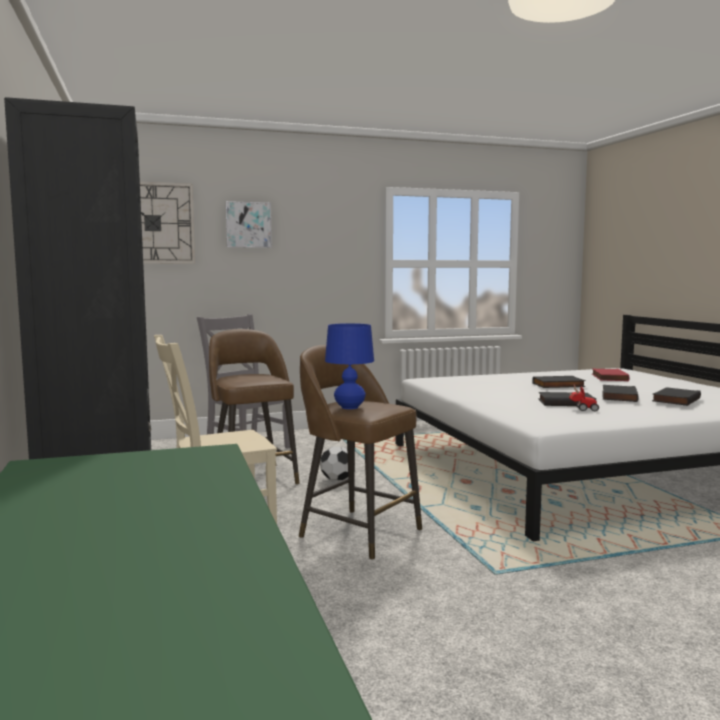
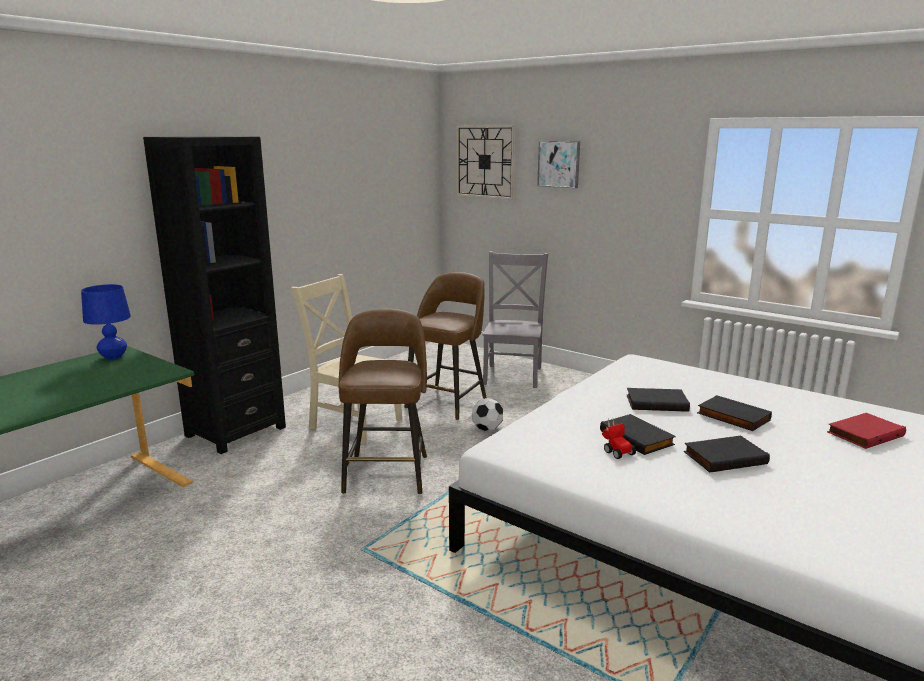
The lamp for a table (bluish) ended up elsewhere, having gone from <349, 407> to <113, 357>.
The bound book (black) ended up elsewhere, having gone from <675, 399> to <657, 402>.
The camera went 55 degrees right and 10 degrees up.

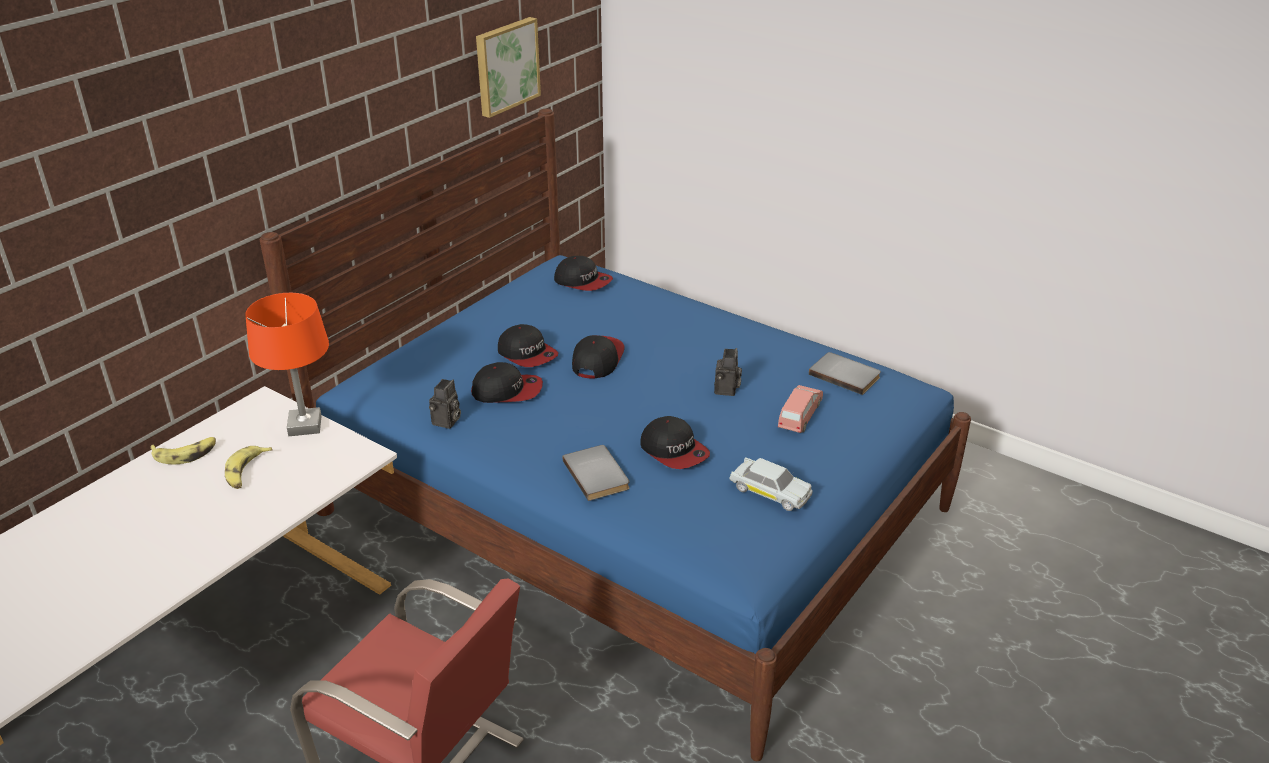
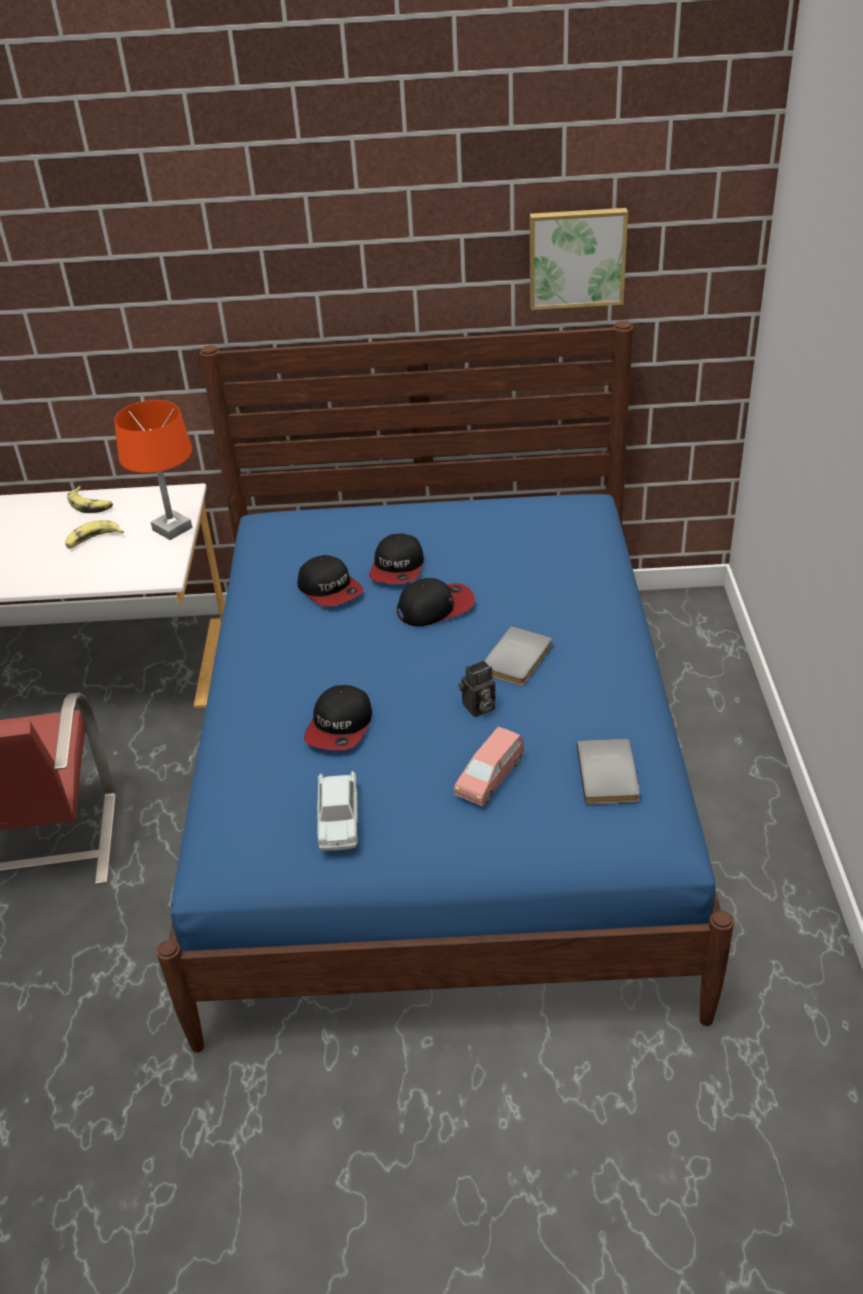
The second view lost the still camera at <446, 422>.
The second view lost the baseball cap at <583, 281>.
The bound book (gray) ended up elsewhere, having gone from <598, 474> to <519, 659>.
The model car (pink-coloured) at <799, 416> ended up facing another way, 135 degrees clockwise from before.
The camera went 55 degrees right and 5 degrees up.

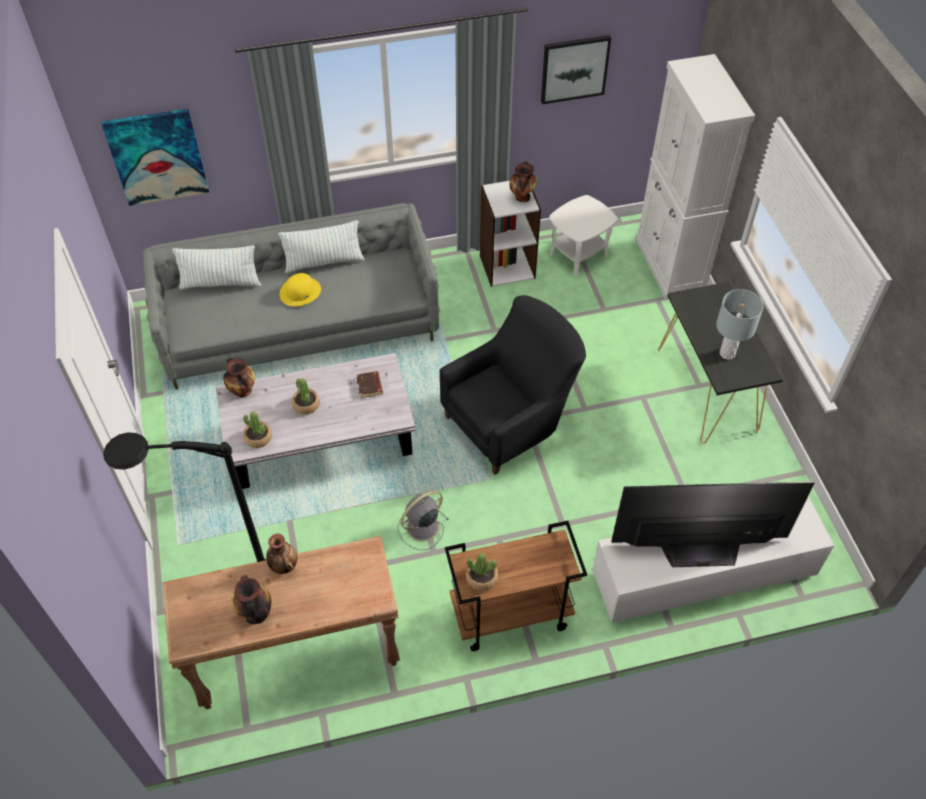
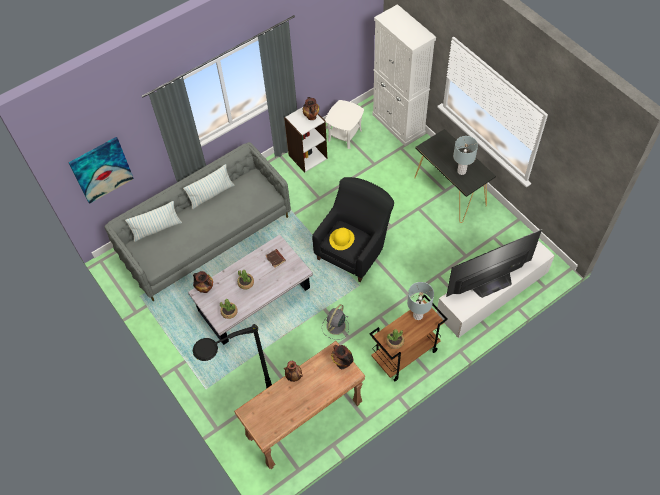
The decorative vase ended up elsewhere, having gone from <255, 613> to <342, 363>.
The wearable hat (yellowish) ended up elsewhere, having gone from <300, 291> to <341, 239>.
The second view lost the wall art at <574, 68>.
The second view gained the lamp for a table (gray) at <418, 315>.
The camera went 20 degrees left and 5 degrees up.

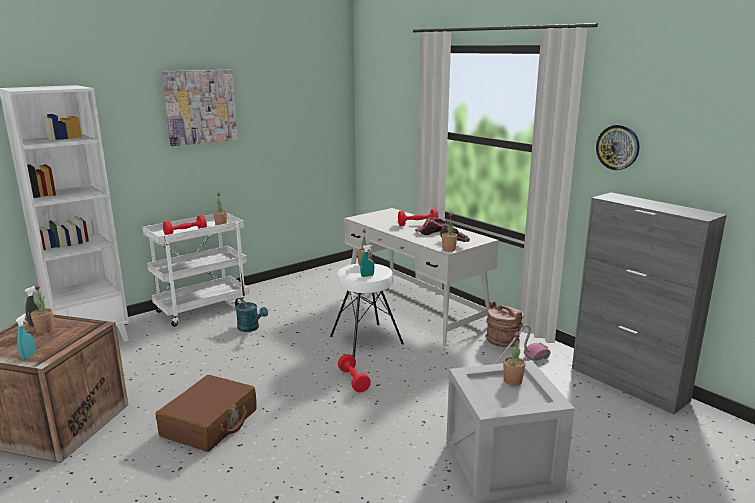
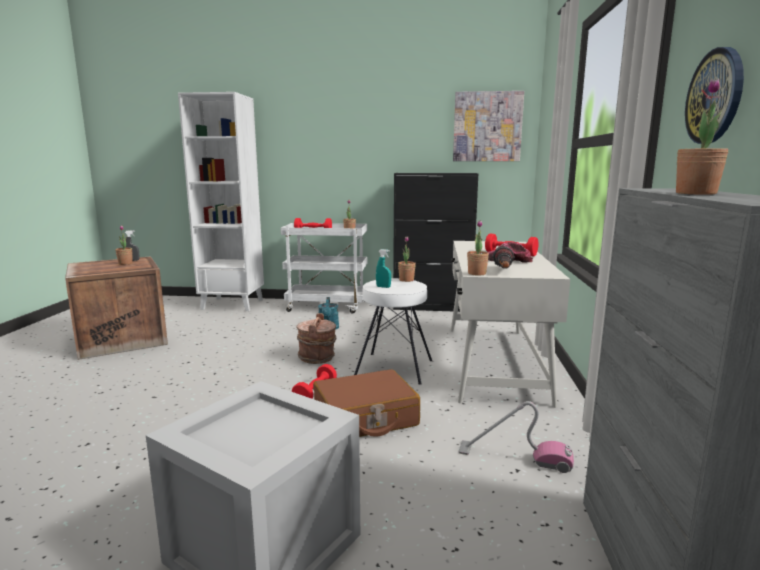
The second view lost the sprayer (turquoise-coloured) at <28, 356>.
The suitcase (brown-coloured) ended up elsewhere, having gone from <210, 423> to <365, 418>.
The wall art ended up elsewhere, having gone from <200, 106> to <487, 127>.
The water bucket (brown-coloured) ended up elsewhere, having gone from <503, 341> to <317, 358>.
The potted plant ended up elsewhere, having gone from <512, 381> to <696, 193>.
The second view gained the cabinet (black) at <432, 307>.
The camera went 45 degrees right and 5 degrees down.

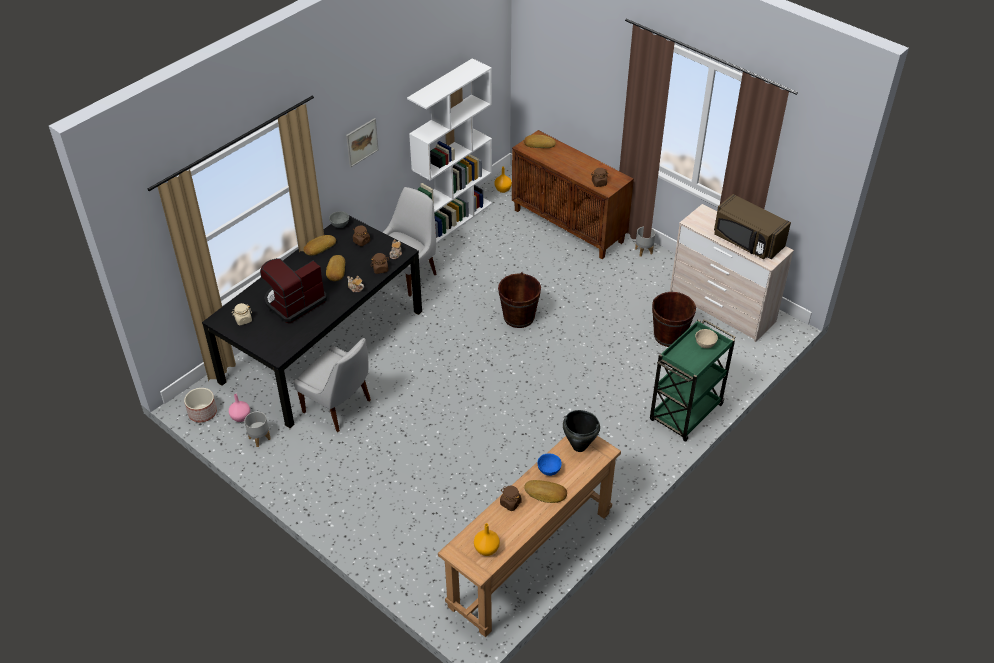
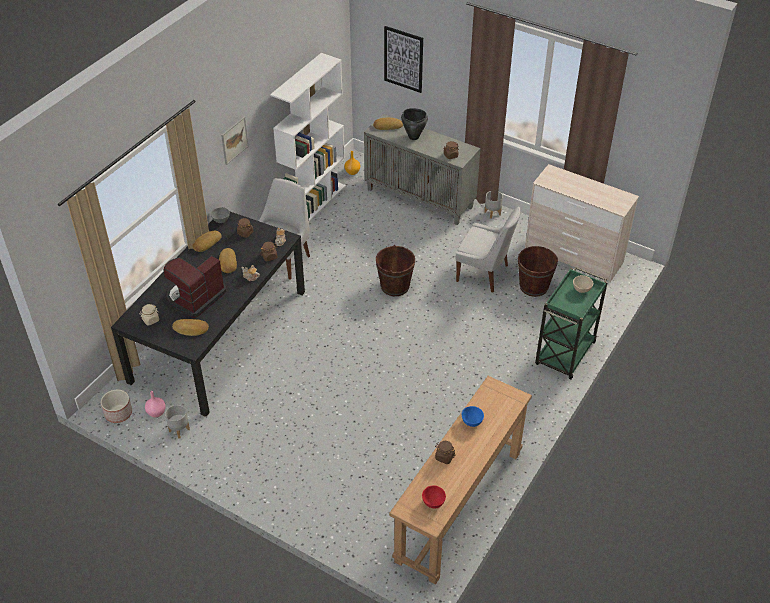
The upright chair (white) ended up elsewhere, having gone from <339, 407> to <484, 274>.
Where the decorative vase (orange) stood at <486, 549>, the deep dish (red-coloured) came to stand at <433, 502>.
What was the cabinet (brown-coloured) at <569, 226> turned into the cabinet (gray) at <420, 198>.
The bakery bread ended up elsewhere, having gone from <545, 494> to <191, 329>.
The cooking pot (black) ended up elsewhere, having gone from <579, 446> to <413, 137>.
The second view lost the kitchen microwave (brown-coloured) at <747, 241>.
The second view gained the wall art at <403, 59>.
The camera went 10 degrees left and 0 degrees up.

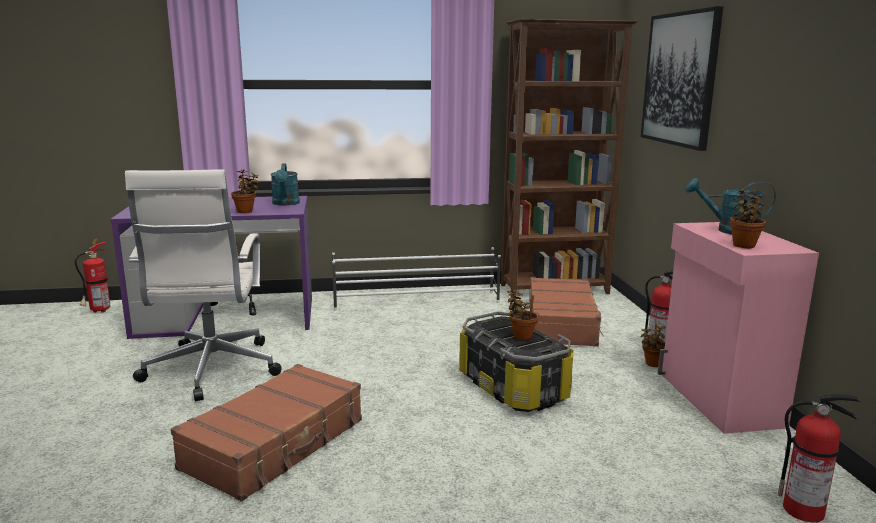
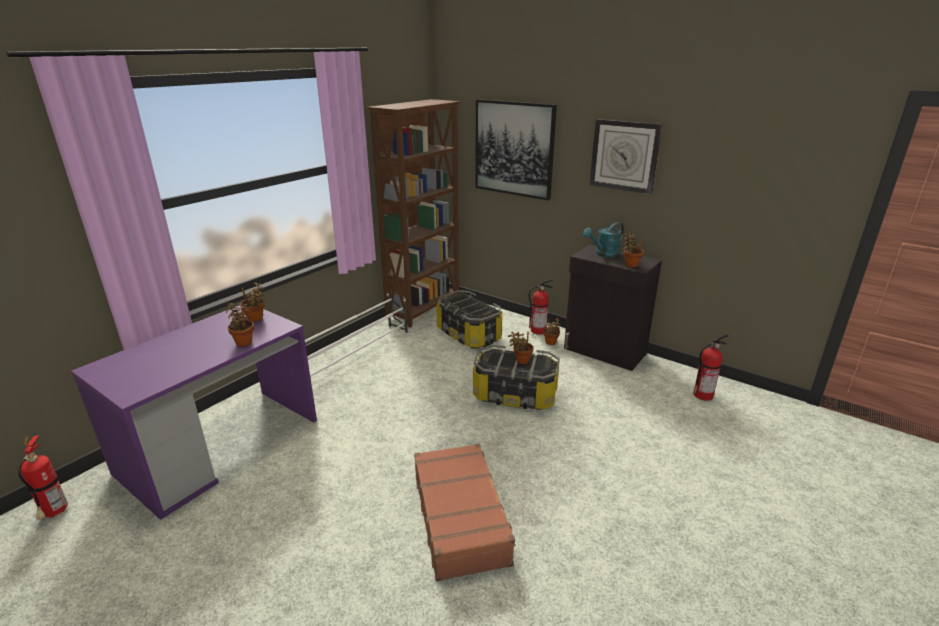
The second view lost the computer chair (white) at <211, 371>.
Where the watering pot (turquoise-coloured) stood at <286, 204>, the potted plant came to stand at <256, 319>.
Where the suitcase (brown-coloured) stood at <562, 323>, the storage box came to stand at <468, 335>.
What was the cabinet (pink-coloured) at <718, 400> turned into the cabinet (black) at <604, 352>.
The second view gained the wall clock at <624, 156>.
The camera went 45 degrees left and 10 degrees up.

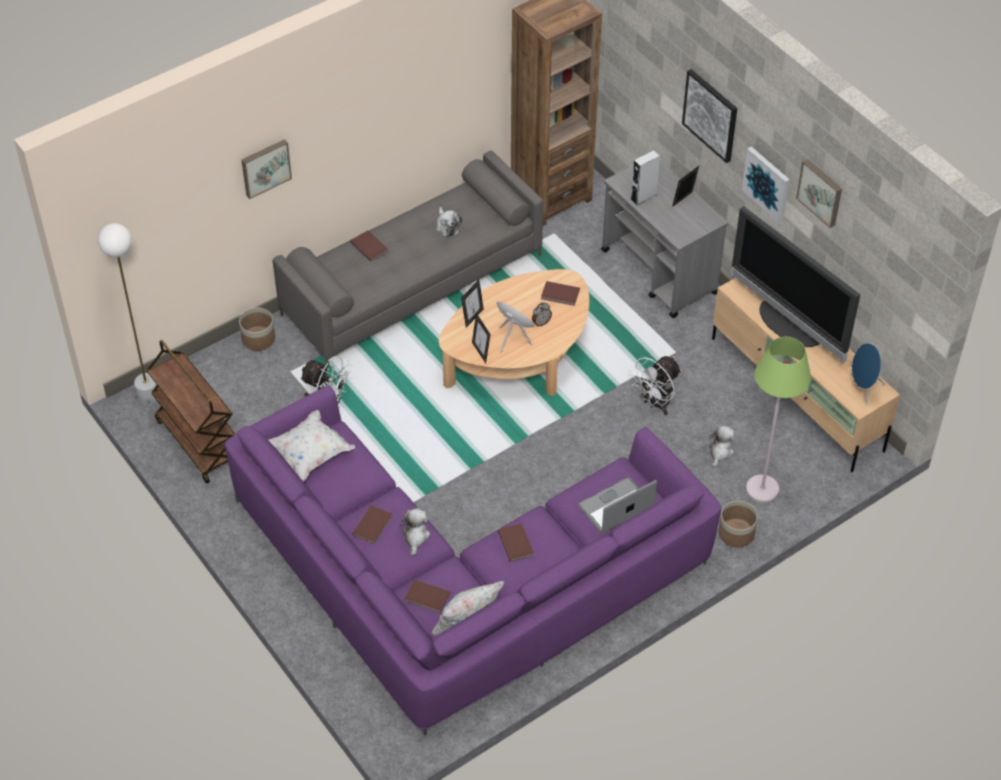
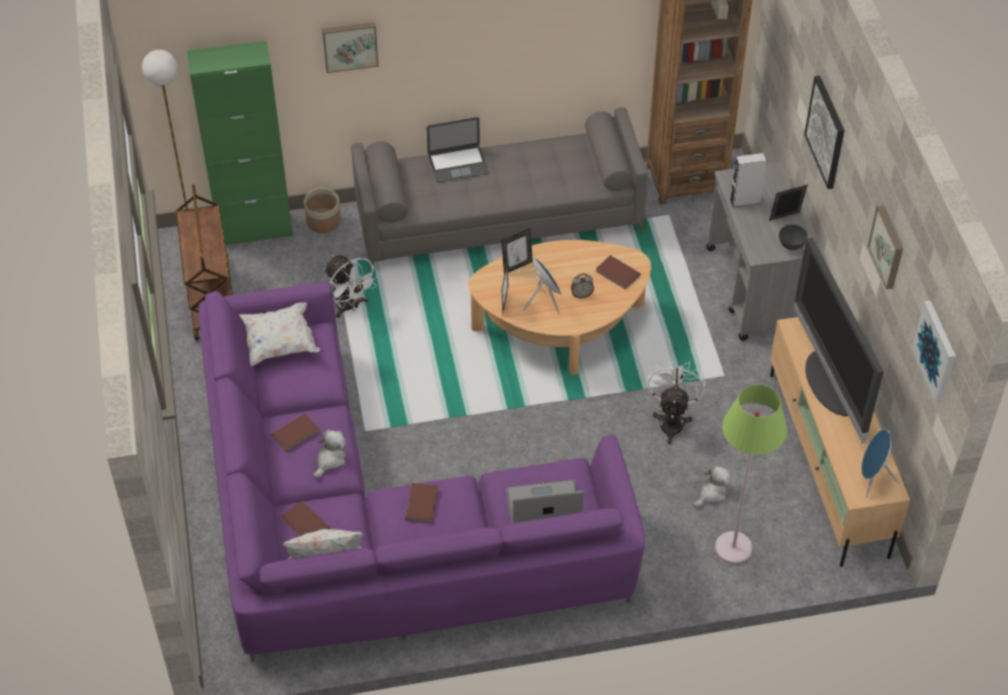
Where the bound book (brown-coloured) stood at <369, 246>, the portable computer came to stand at <458, 164>.
The second view lost the cuddly toy at <447, 226>.
The electric fan (white) at <655, 403> ended up facing another way, 120 degrees clockwise from before.
The second view lost the plant pot at <736, 533>.
The wall art ended up elsewhere, having gone from <767, 183> to <936, 351>.
The second view gained the cabinet (greenish) at <255, 229>.
The second view gained the deep dish (gray) at <791, 245>.
The camera went 25 degrees right and 0 degrees up.

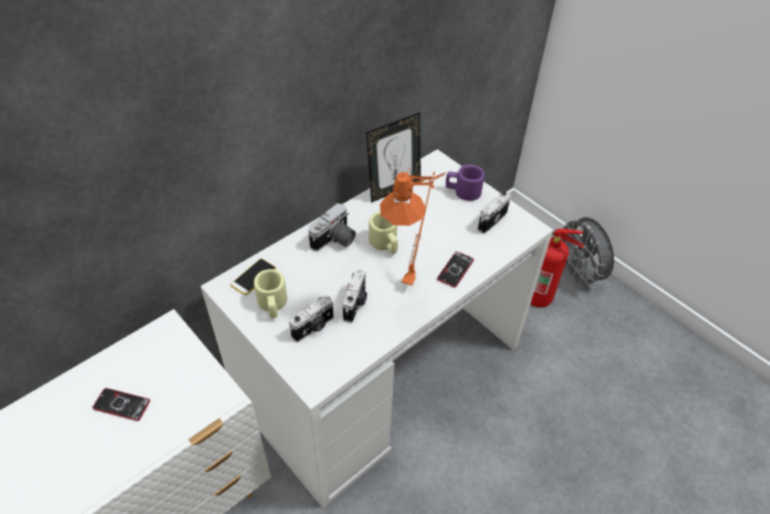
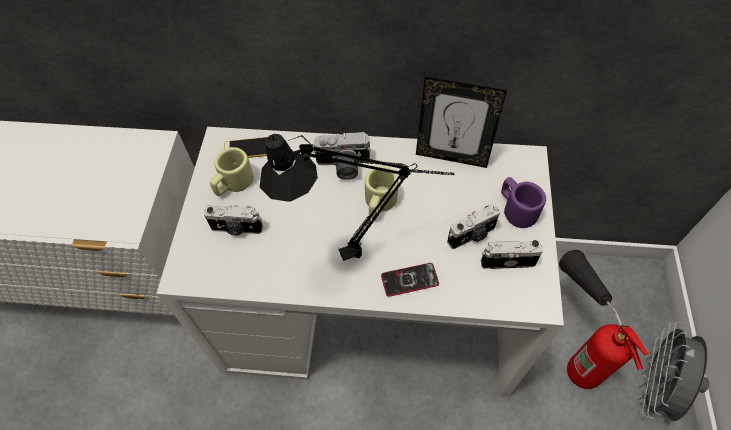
The second view lost the handset at <121, 405>.
The still camera ended up elsewhere, having gone from <356, 304> to <472, 236>.
What was the lamp for a table (orange) at <414, 274> turned into the lamp for a table (black) at <368, 252>.
The camera went 50 degrees right and 10 degrees up.

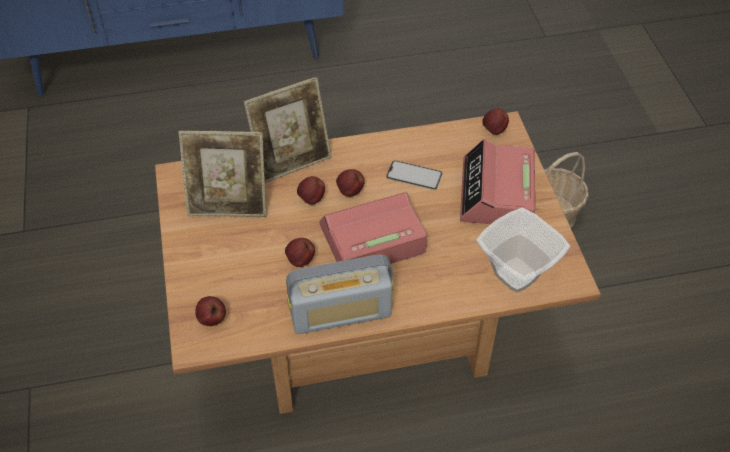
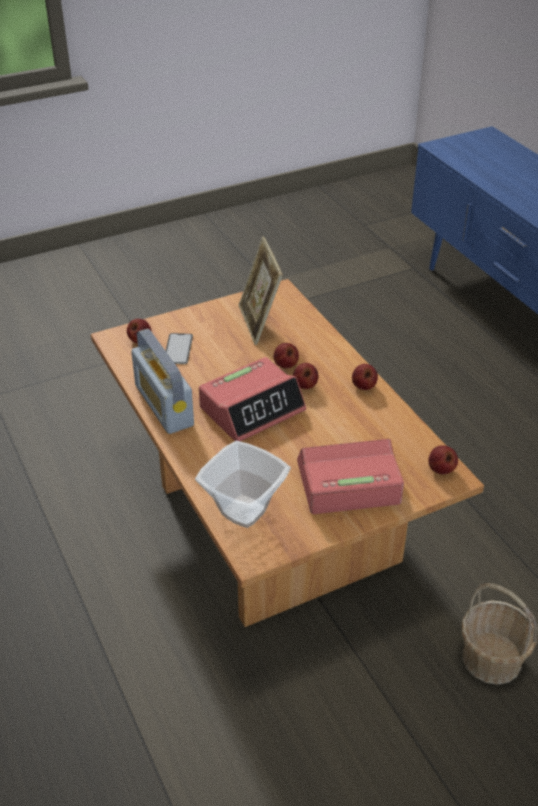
The second view lost the standing frame at <292, 161>.
The whole apple ended up elsewhere, having gone from <300, 261> to <363, 386>.
The bedside clock at <371, 240> ended up facing another way, 90 degrees clockwise from before.
The handset ended up elsewhere, having gone from <414, 175> to <178, 349>.
The camera went 75 degrees right and 10 degrees down.

